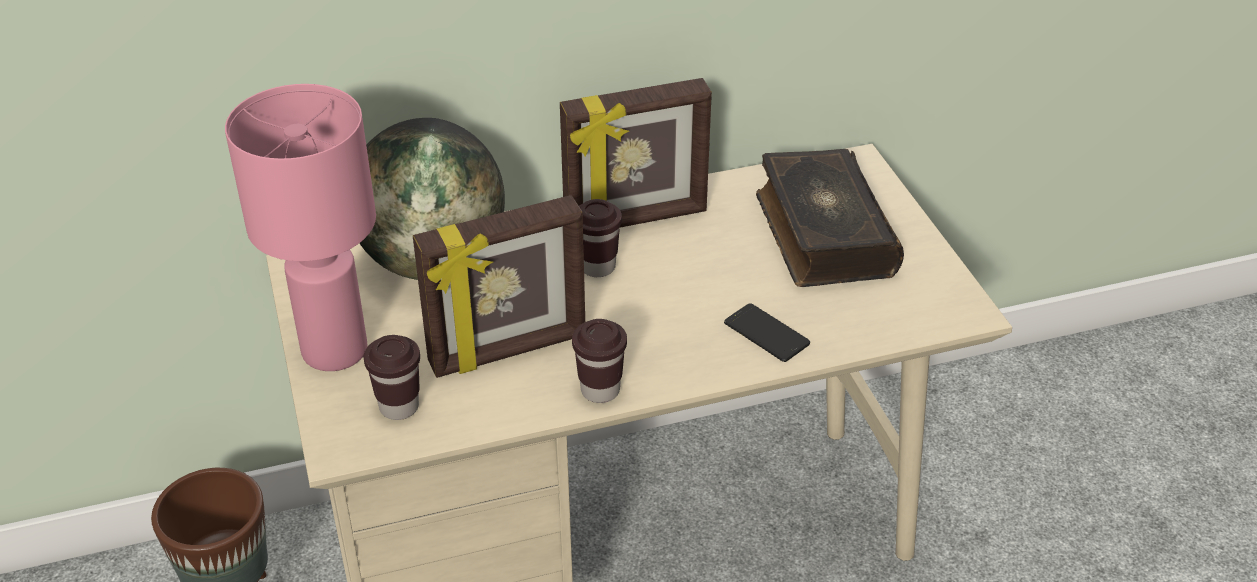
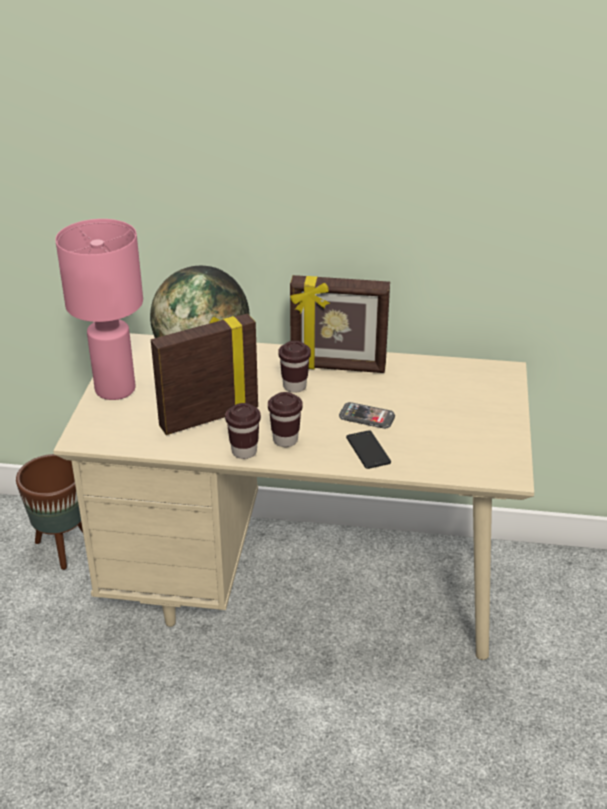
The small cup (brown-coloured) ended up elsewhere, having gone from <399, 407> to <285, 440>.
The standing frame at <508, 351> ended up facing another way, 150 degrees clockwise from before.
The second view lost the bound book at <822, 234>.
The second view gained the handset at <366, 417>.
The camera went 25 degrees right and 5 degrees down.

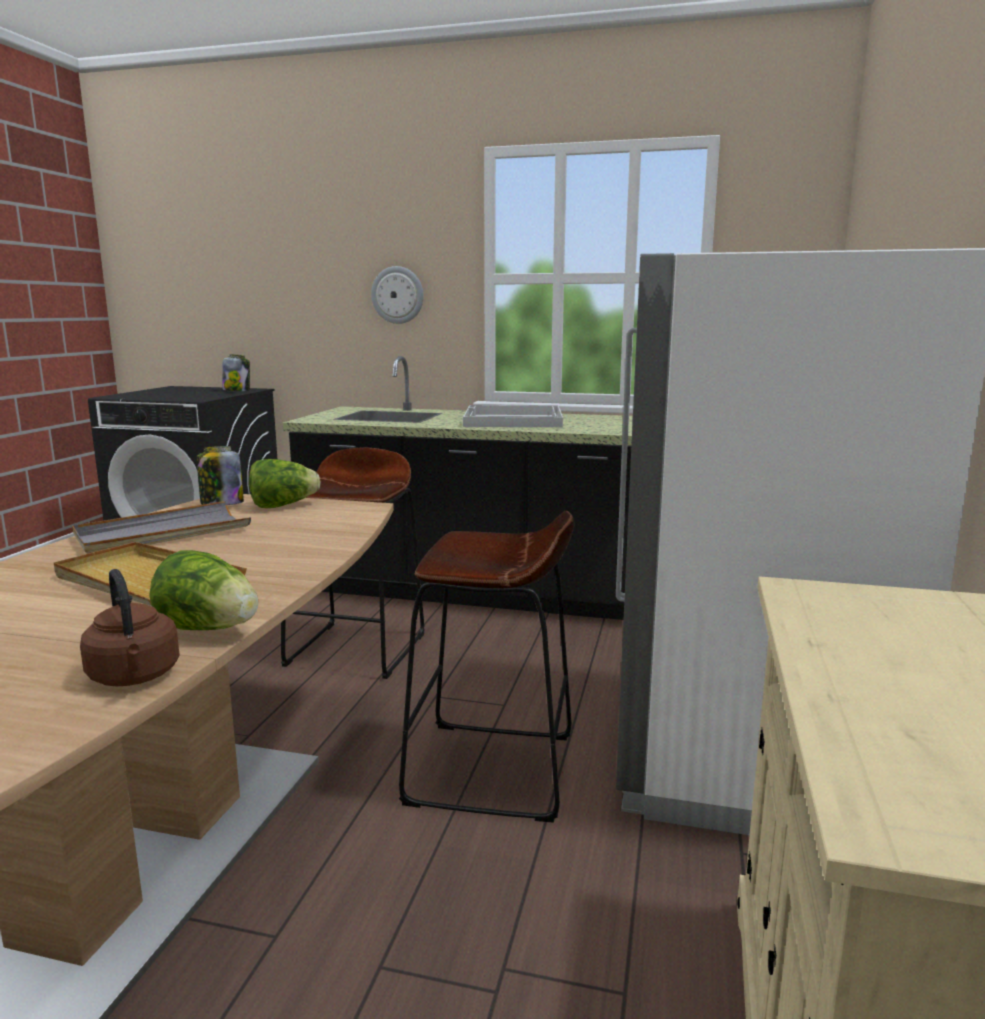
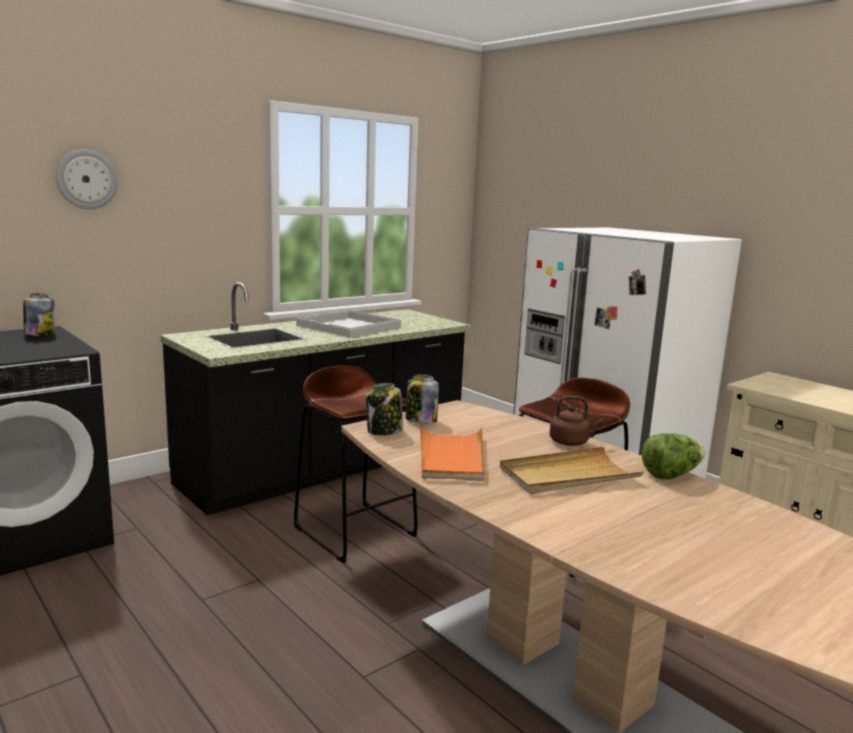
What was the tray (gray) at <163, 534> turned into the tray (orange) at <451, 457>.
The kettle (brown-coloured) ended up elsewhere, having gone from <135, 677> to <571, 442>.
Where the head of lettuce stood at <283, 506>, the preserve jar came to stand at <420, 420>.
The wall clock ended up elsewhere, having gone from <398, 295> to <86, 179>.
The camera went 55 degrees left and 0 degrees up.

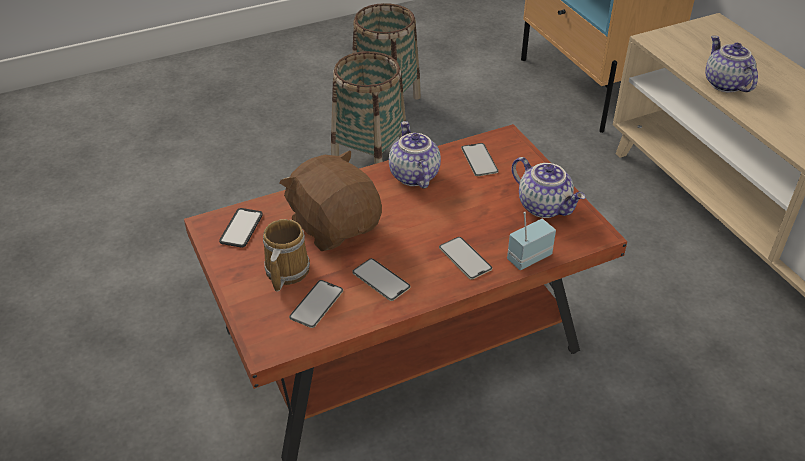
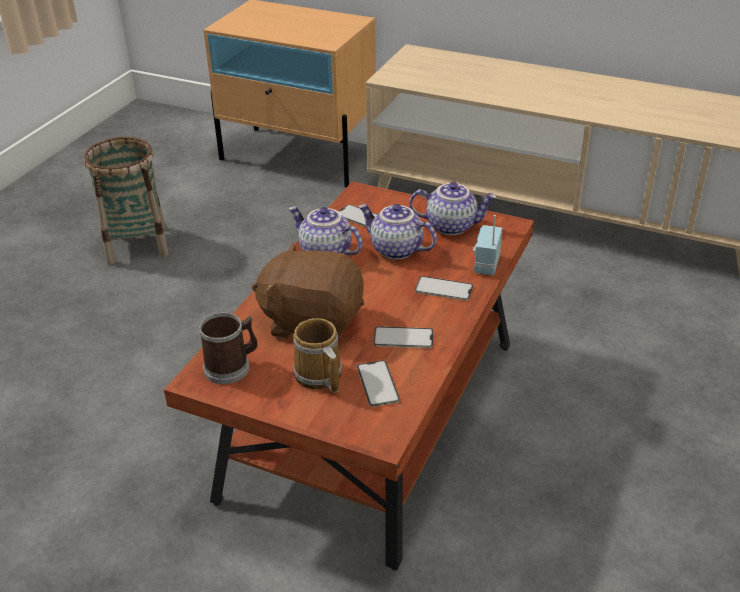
Where the handset stood at <241, 228>, the tea mug came to stand at <232, 366>.
The second view lost the basket at <369, 156>.
The tea pot ended up elsewhere, having gone from <724, 84> to <395, 250>.
The camera went 40 degrees left and 5 degrees down.

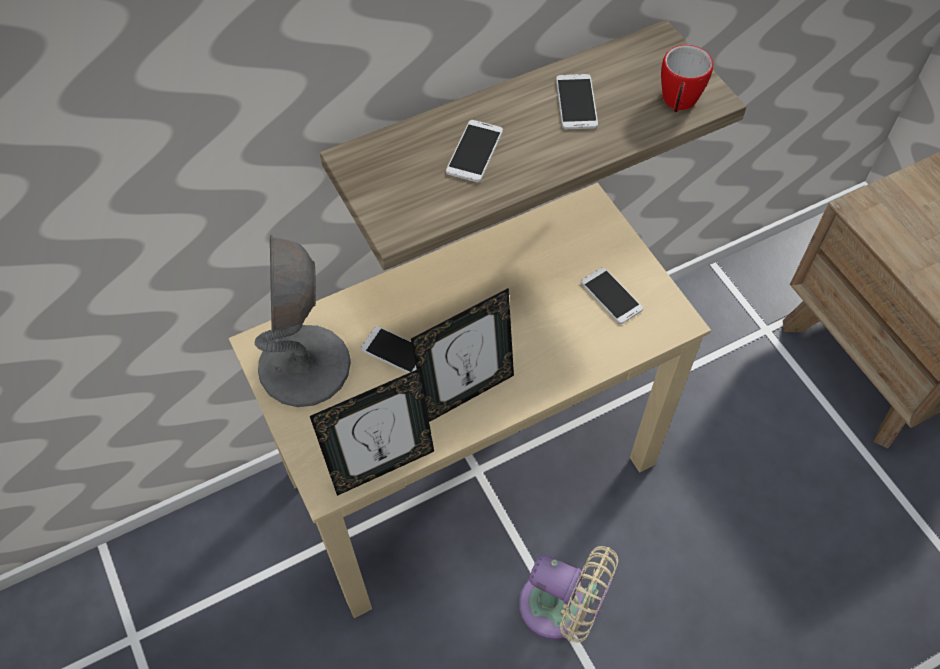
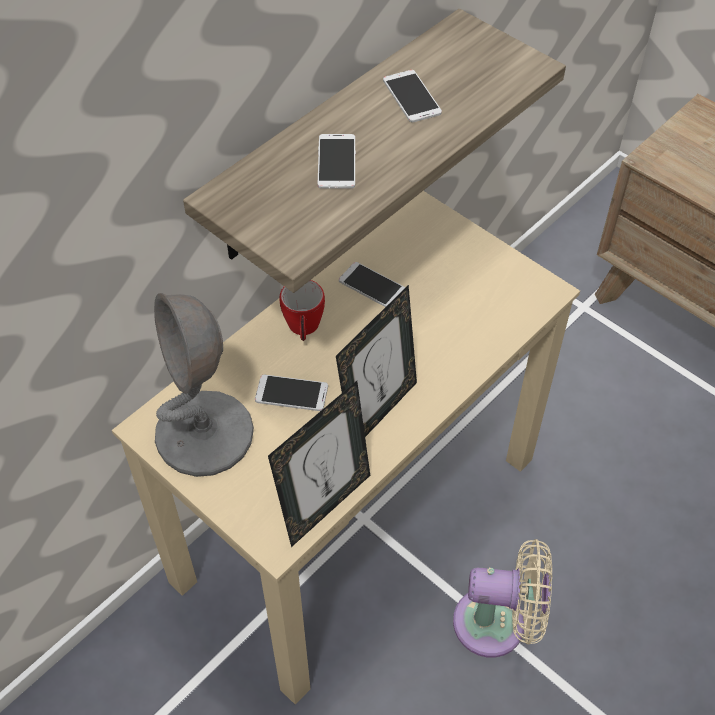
The handset ended up elsewhere, having gone from <611, 295> to <372, 286>.
The tea mug ended up elsewhere, having gone from <678, 103> to <303, 329>.
The camera went 20 degrees left and 5 degrees down.

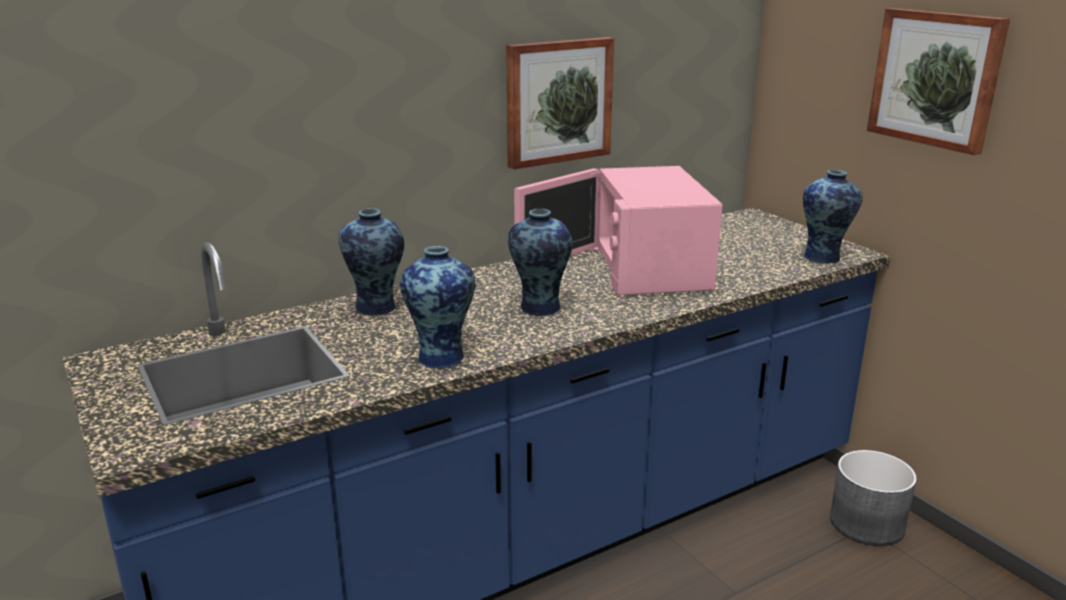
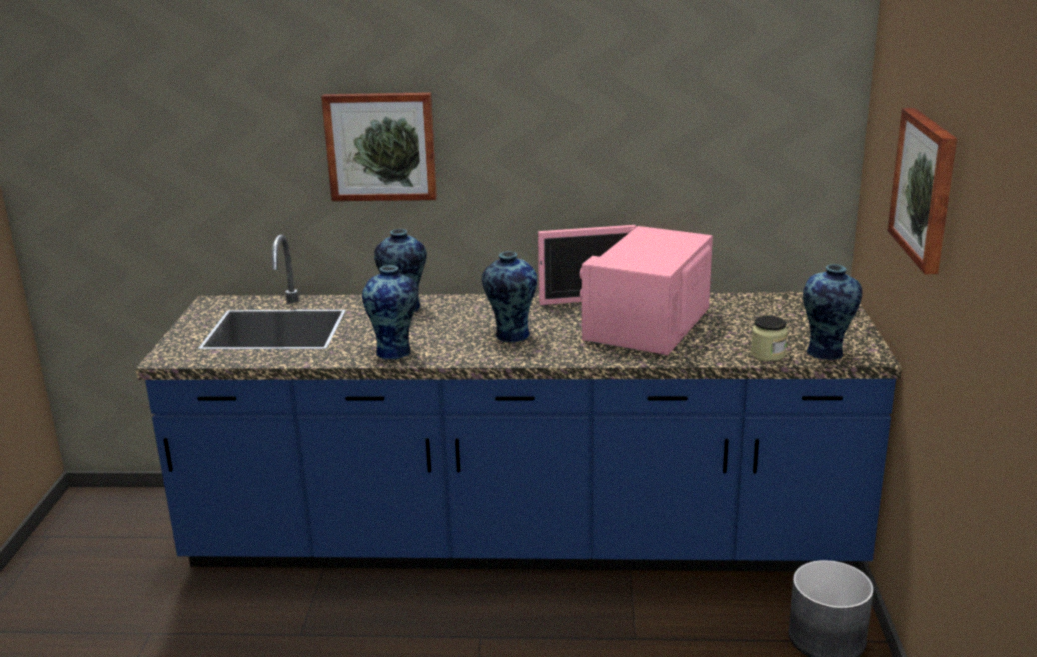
The wall art ended up elsewhere, having gone from <557, 101> to <381, 146>.
The second view gained the preserve jar at <768, 354>.
The camera went 35 degrees right and 0 degrees up.

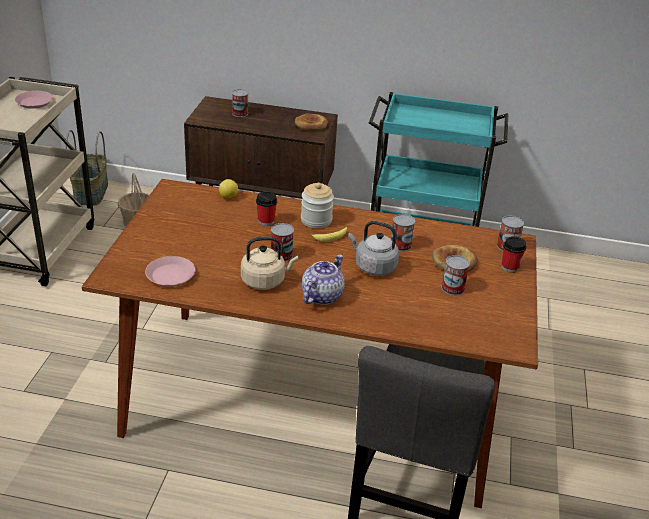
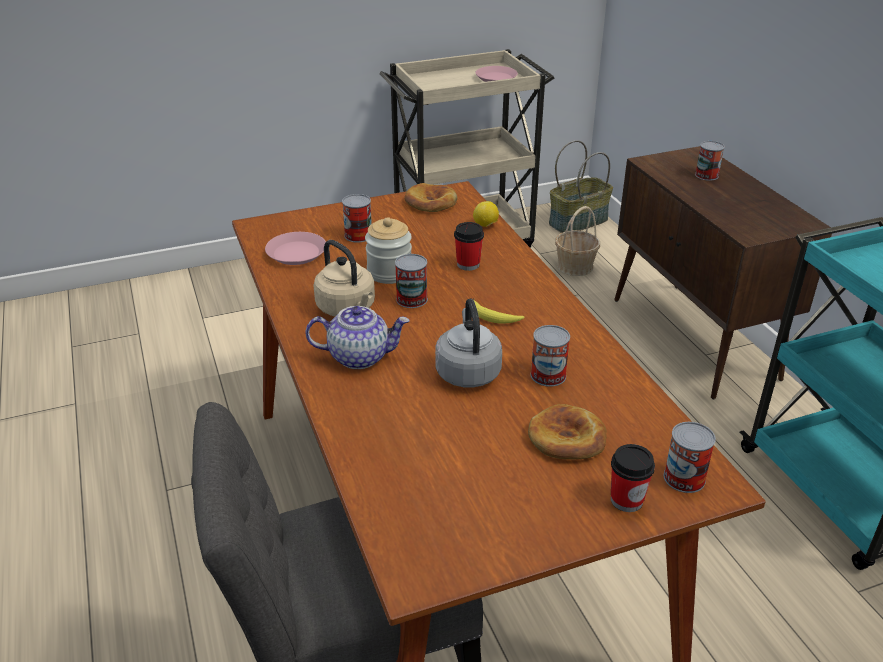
The bakery bread ended up elsewhere, having gone from <311, 125> to <431, 202>.
The preserve jar ended up elsewhere, having gone from <316, 220> to <389, 273>.
The sealed can ended up elsewhere, having gone from <453, 288> to <358, 235>.
The camera went 60 degrees right and 0 degrees up.

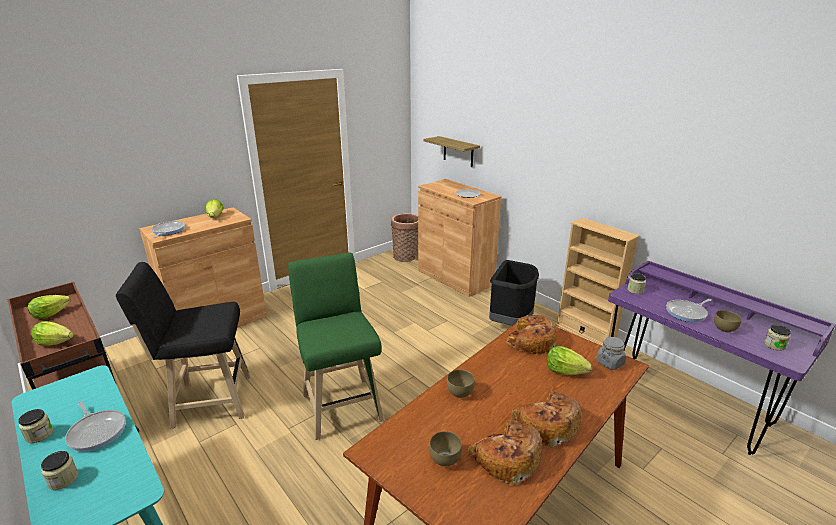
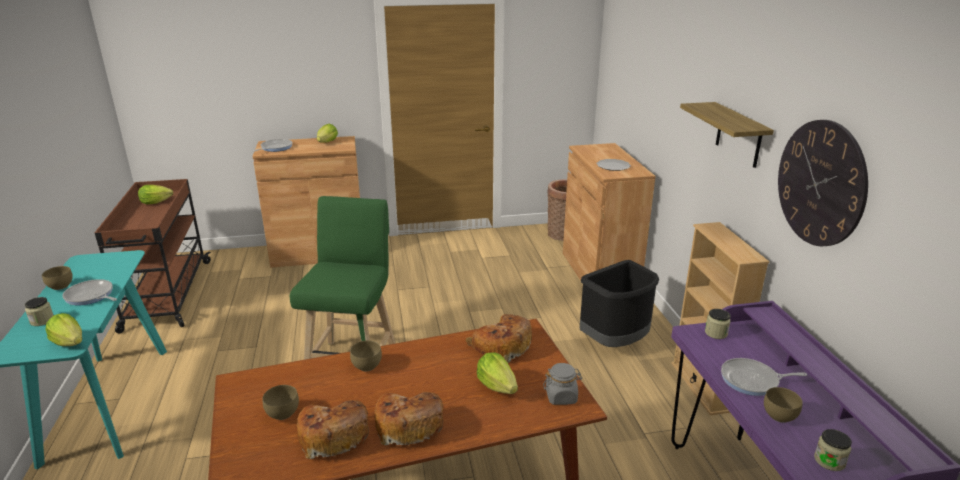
Where the preserve jar stood at <39, 435>, the deep dish (brown-coloured) came to stand at <60, 286>.
The head of lettuce ended up elsewhere, having gone from <55, 342> to <69, 342>.
The skillet at <97, 431> ended up facing another way, 135 degrees clockwise from before.
The second view lost the stool (black) at <207, 401>.
The bracket shelf ended up elsewhere, having gone from <458, 152> to <739, 135>.
The second view gained the wall clock at <820, 183>.
The camera went 30 degrees right and 0 degrees up.

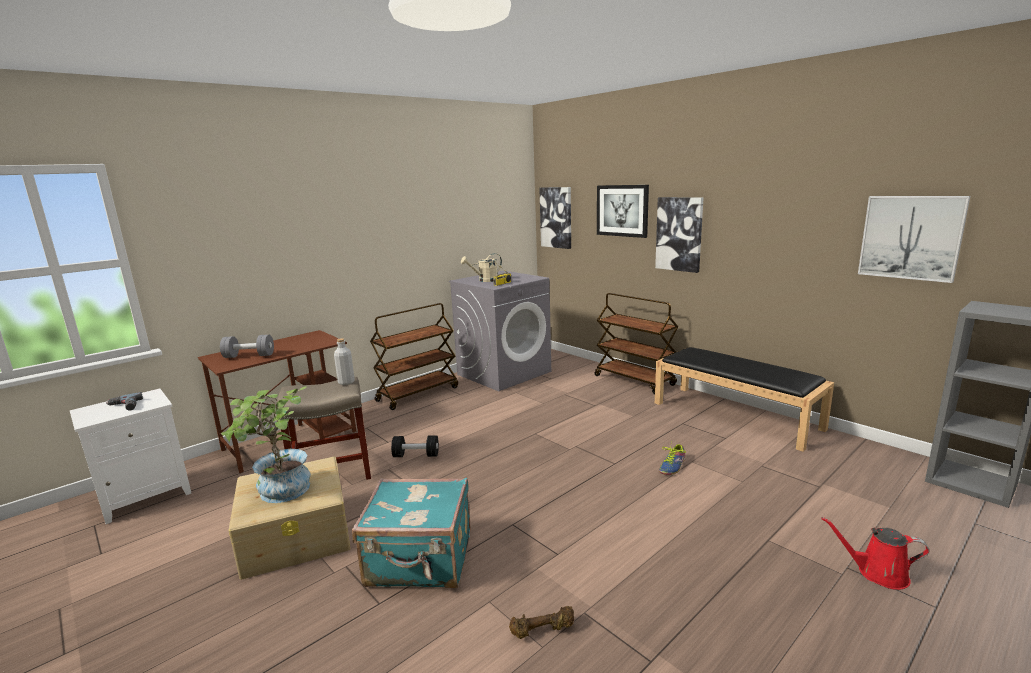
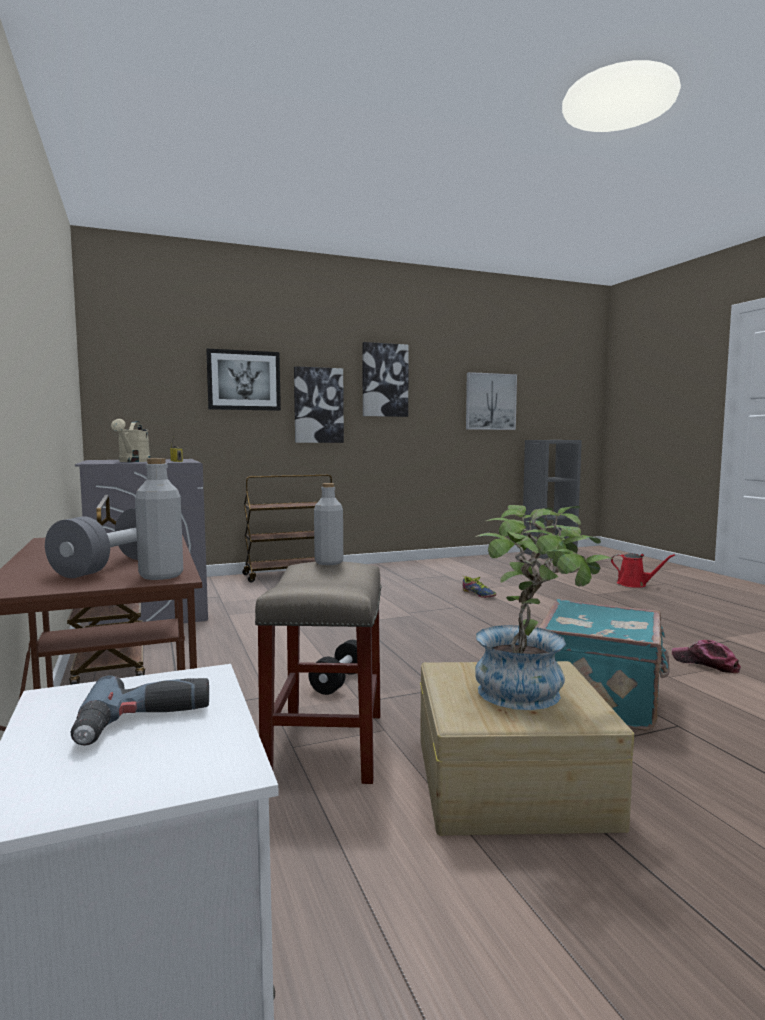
Where the free weight (brown-coloured) stood at <542, 630>, the baseball cap came to stand at <705, 663>.
The wall art ended up elsewhere, having gone from <556, 217> to <384, 380>.
The second view lost the indoor bench (black) at <736, 415>.
The watering pot (red-coloured) at <877, 573> ended up facing another way, 90 degrees counterclockwise from before.
The second view gained the bottle (gray) at <161, 576>.
The camera went 70 degrees left and 10 degrees down.

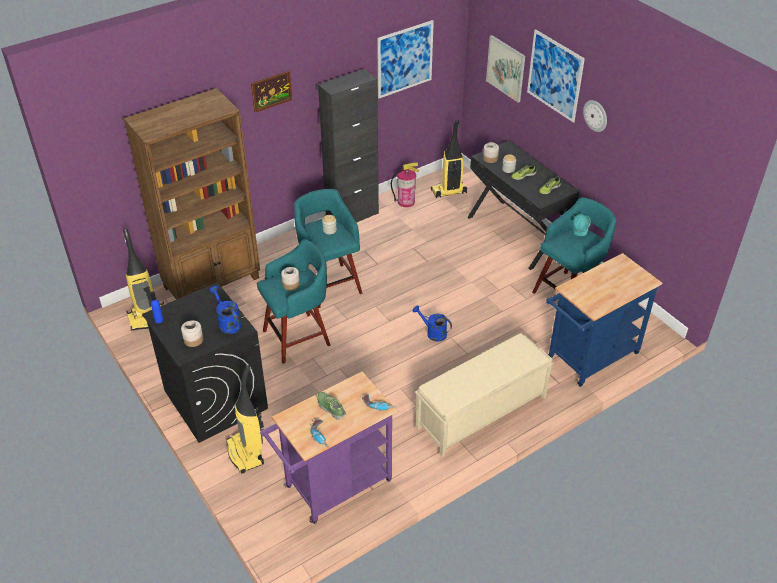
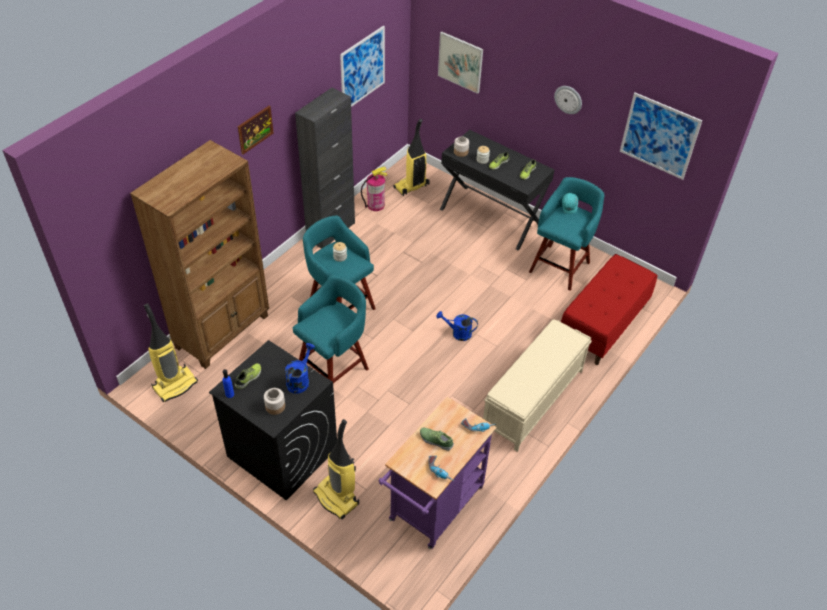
The watering pot (bluish) at <227, 322> ended up facing another way, 75 degrees clockwise from before.
The second view lost the preserve jar at <290, 284>.
The wall art ended up elsewhere, having gone from <555, 75> to <659, 136>.
Where the wheeled cart (bluish) stood at <588, 359>, the indoor bench (red-coloured) came to stand at <603, 325>.
The second view gained the low shoe at <249, 378>.
The camera went 20 degrees left and 5 degrees up.

